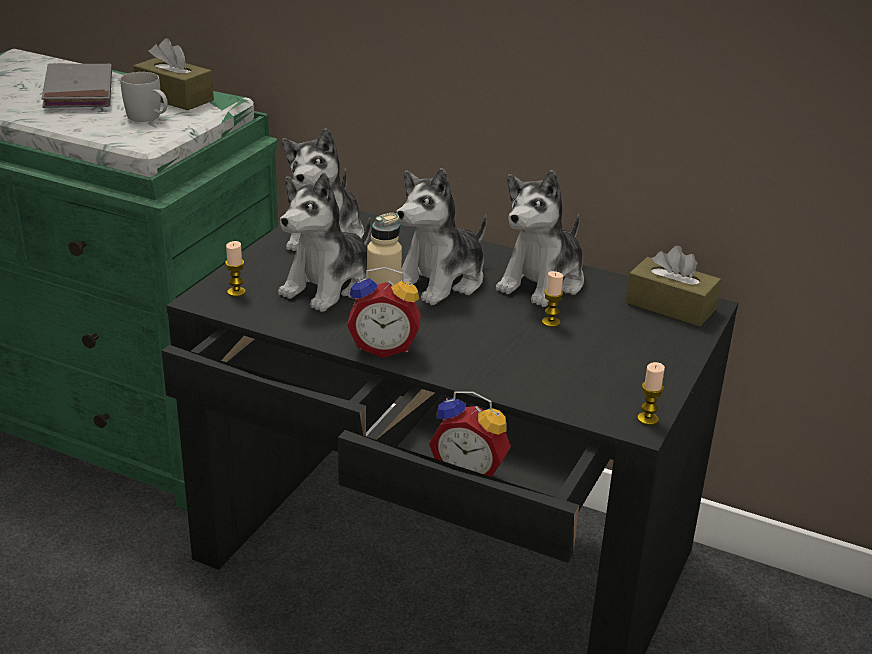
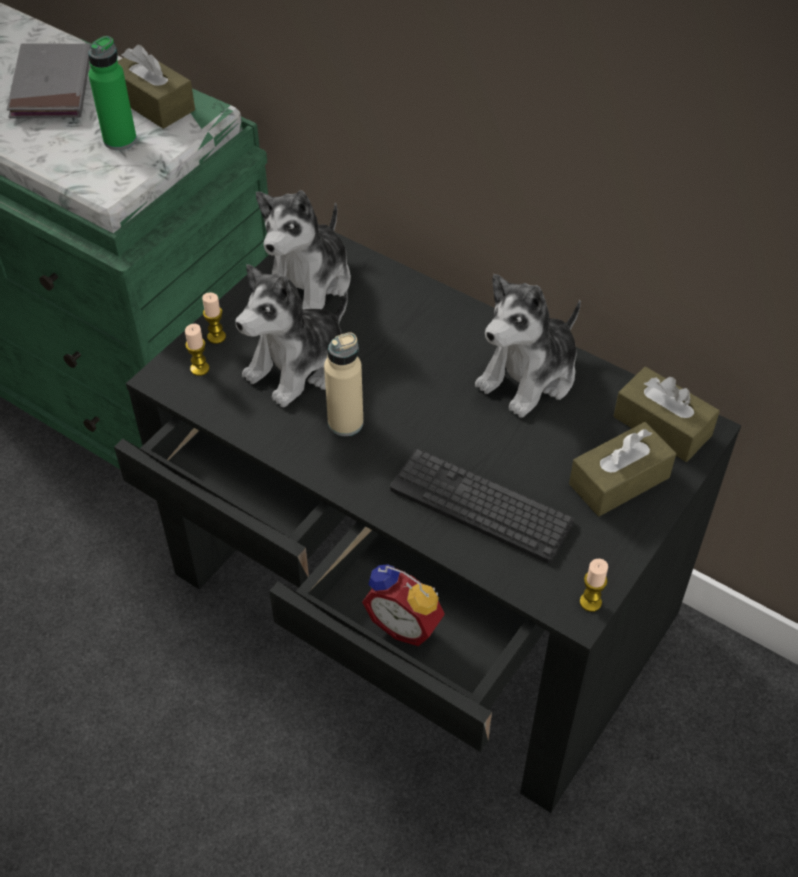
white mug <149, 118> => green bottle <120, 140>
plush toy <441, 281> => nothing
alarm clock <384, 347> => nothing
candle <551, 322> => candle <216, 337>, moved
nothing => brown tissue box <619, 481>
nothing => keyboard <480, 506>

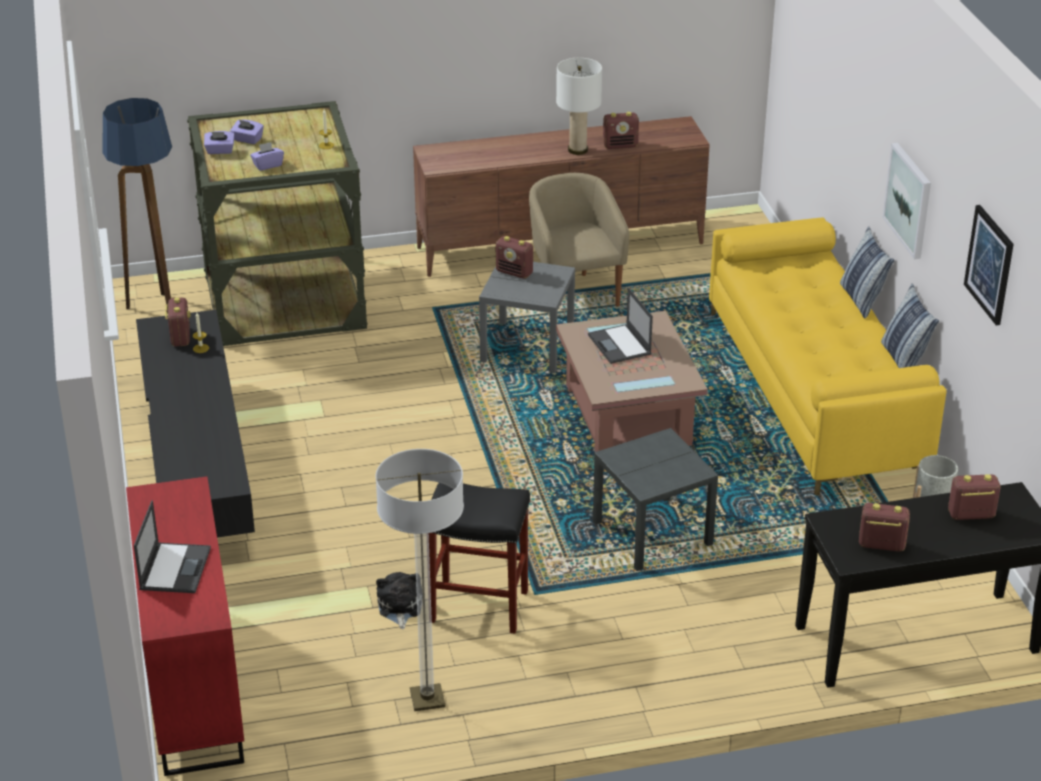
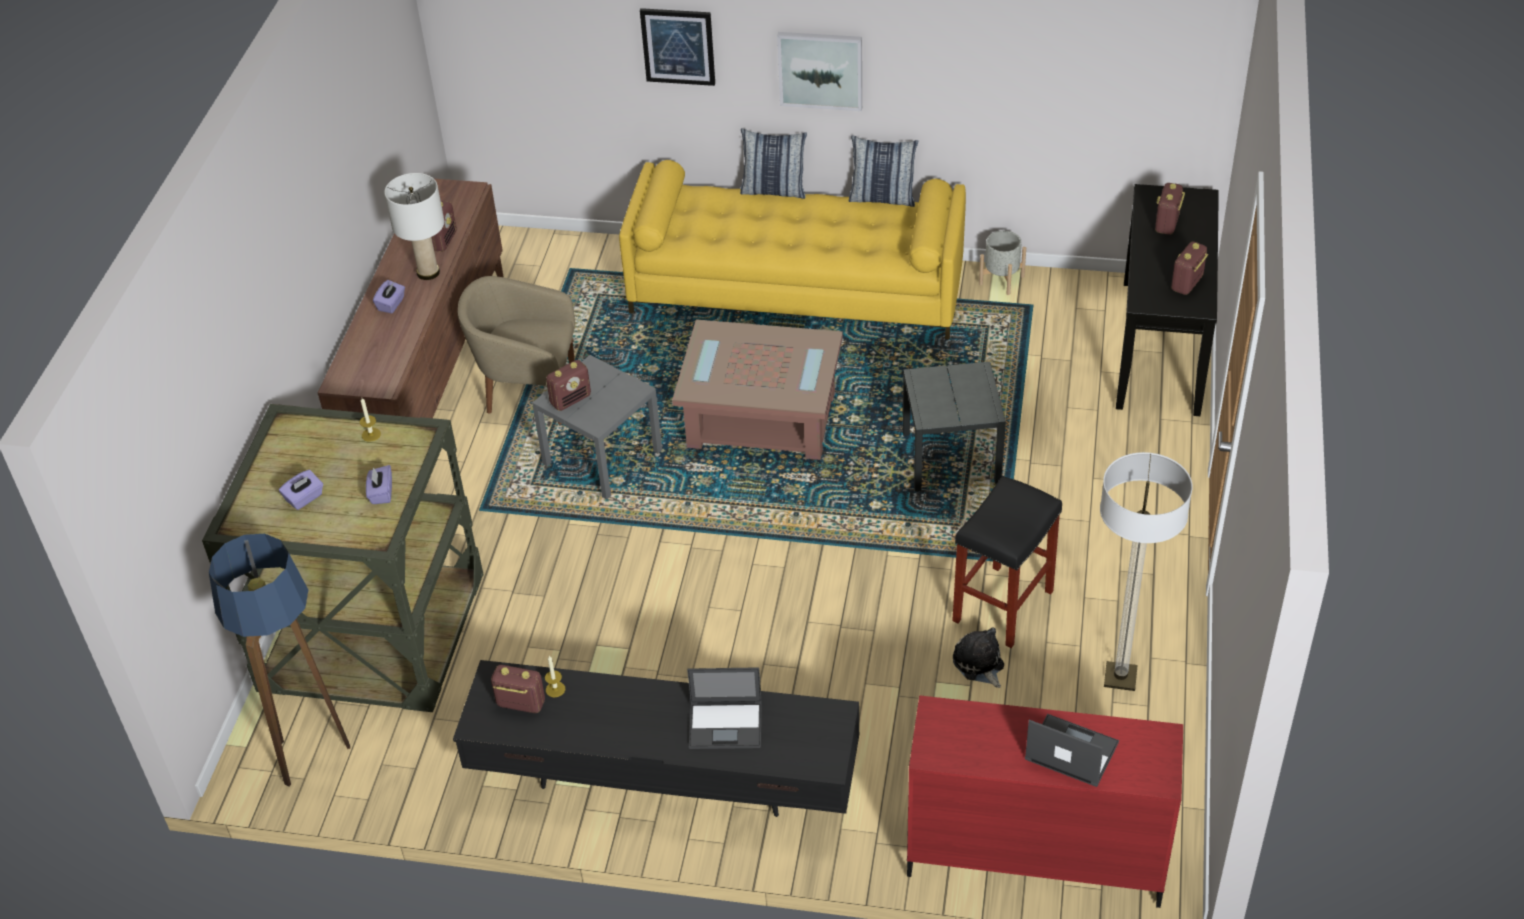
purple tissue box <220, 151> => purple tissue box <391, 304>, moved
picture <990, 264> => picture <678, 46>, moved
laptop <620, 345> => laptop <726, 725>, moved
plush toy <399, 607> => plush toy <979, 665>, 45 degrees clockwise

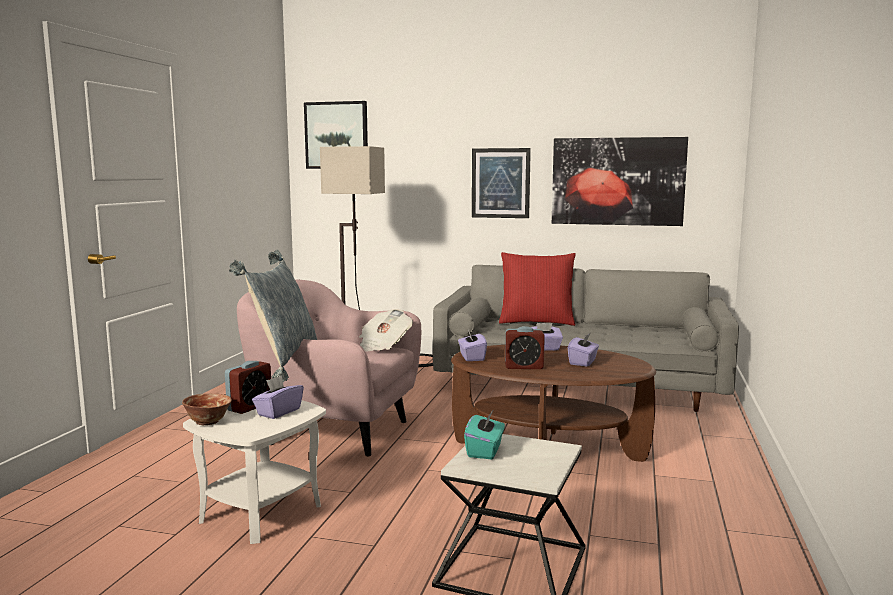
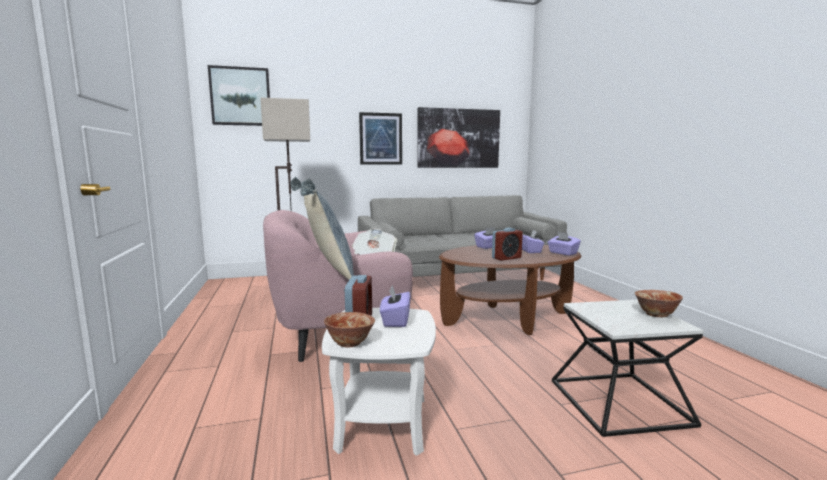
red pillow <536, 322> => nothing
purple tissue box <471, 357> => purple tissue box <562, 253>, moved
turquoise tissue box <485, 451> => nothing
nothing => bowl <656, 314>

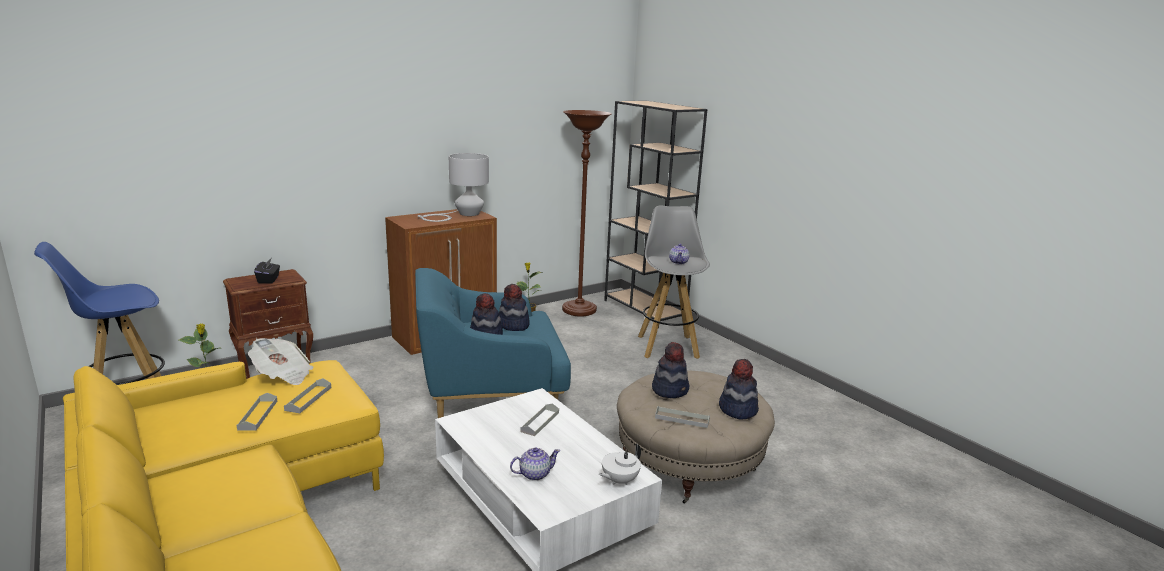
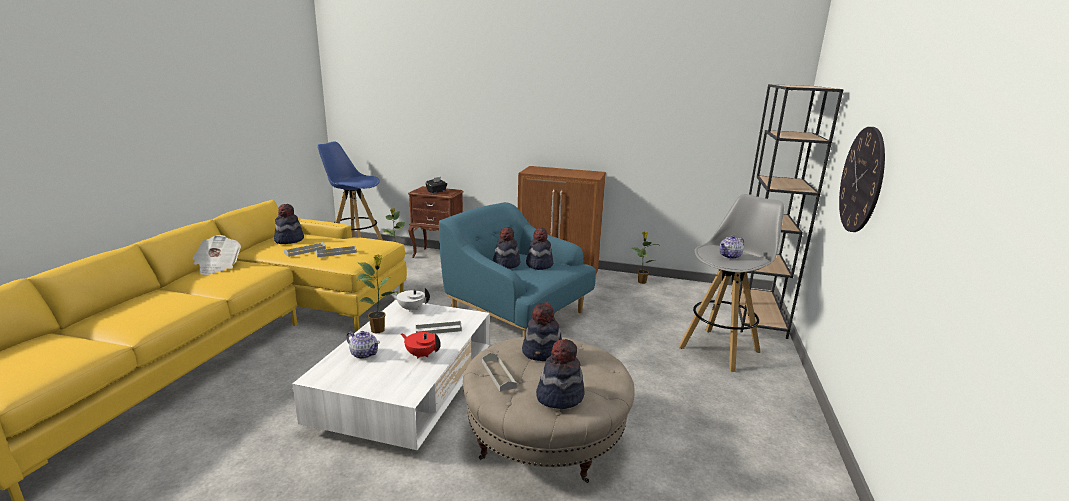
brown floor lamp <579, 310> => nothing
grey table lamp <456, 215> => nothing
newspaper <283, 375> => newspaper <217, 266>, moved
white teapot <619, 480> => white teapot <411, 308>, moved
nothing => wall clock <861, 180>
nothing => hat <289, 240>
nothing => potted plant <378, 330>
nothing => red teapot <421, 354>

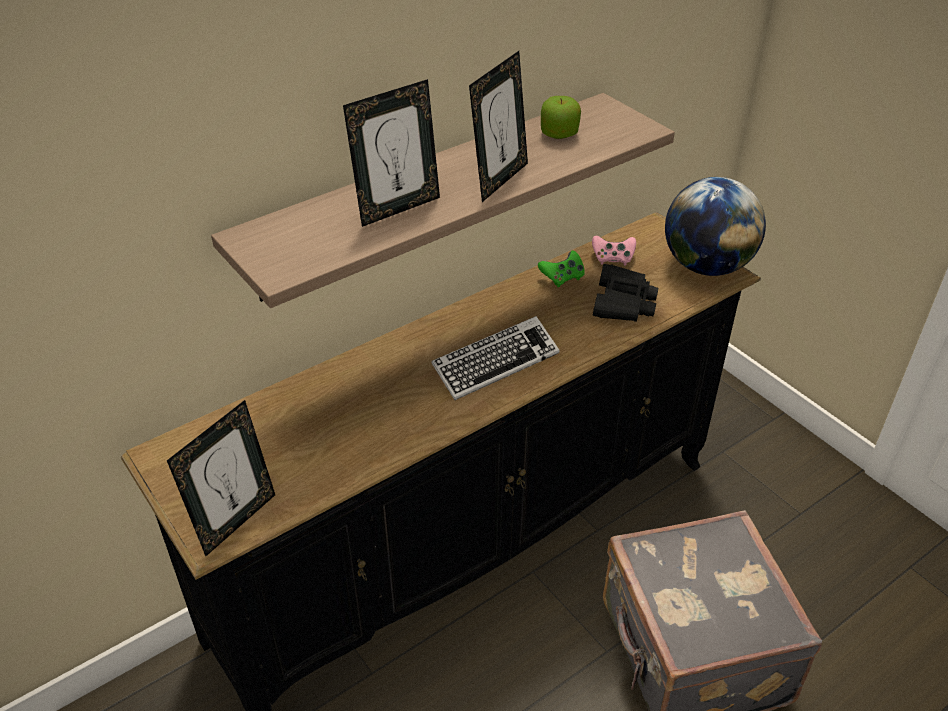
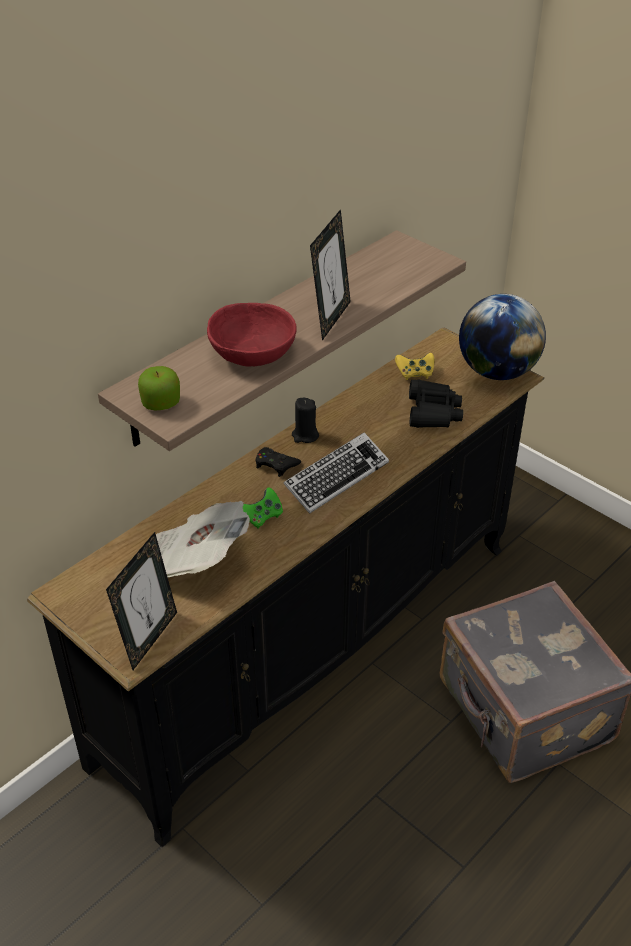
picture frame <397, 208> => red bowl <252, 353>
apple <559, 134> => apple <161, 403>, moved
pink game controller <612, 259> => yellow game controller <415, 374>
green game controller <562, 278> => green game controller <261, 517>, moved
nothing => black candle <305, 435>
nothing => black game controller <276, 464>
nothing => newspaper <197, 559>

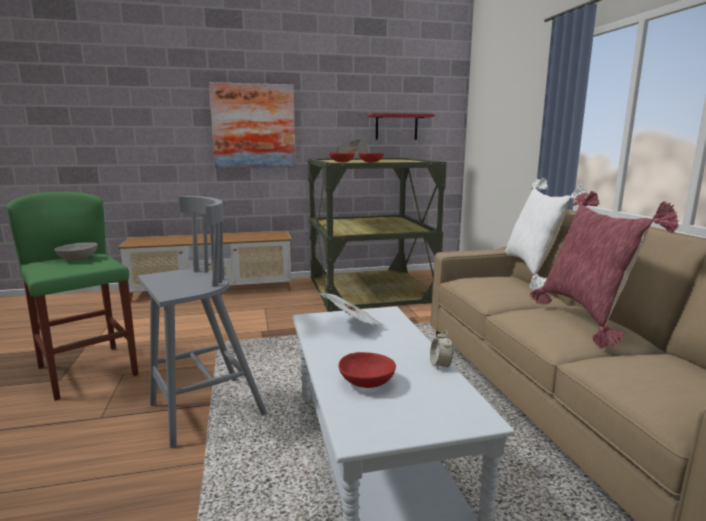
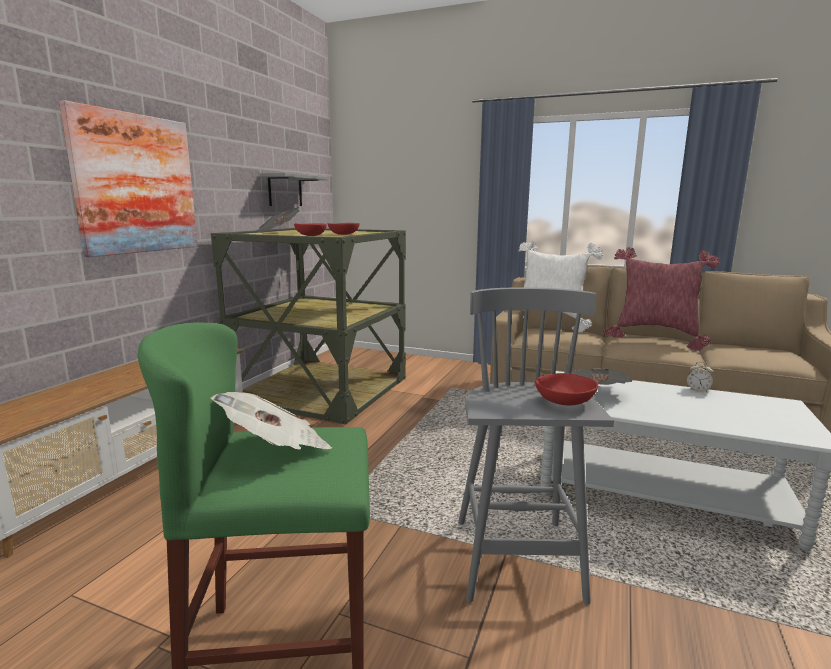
red shelf <396, 127> => grey shelf <285, 190>
grey bowl <78, 259> => newspaper <276, 448>
red bowl <366, 383> => red bowl <565, 402>, moved

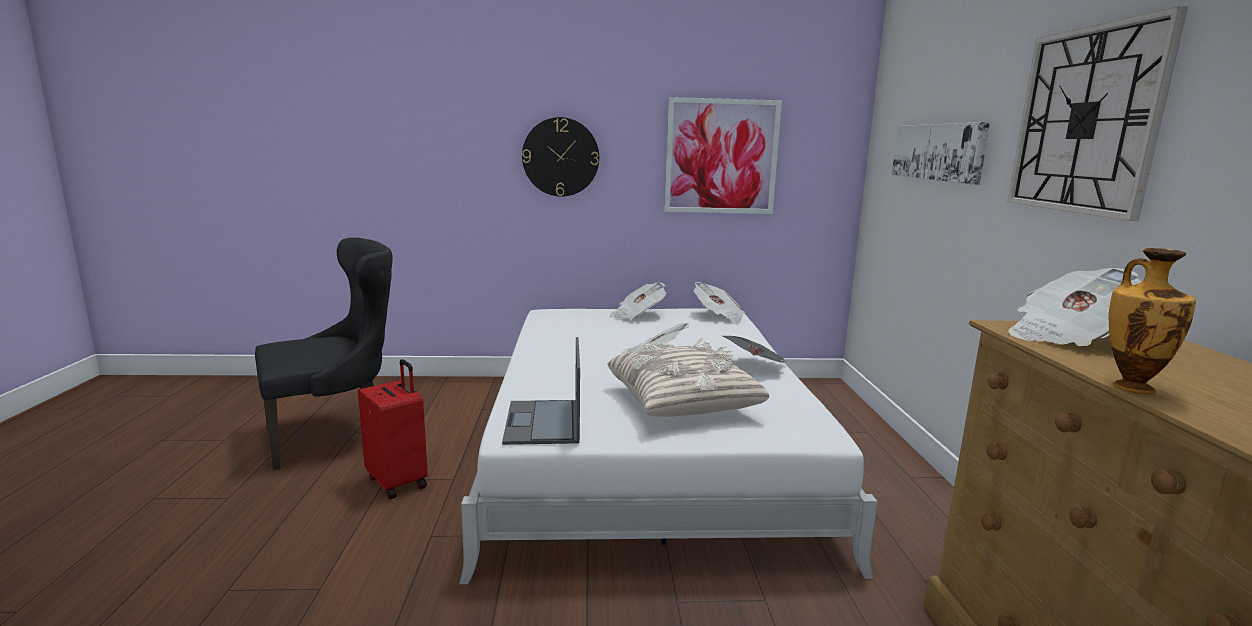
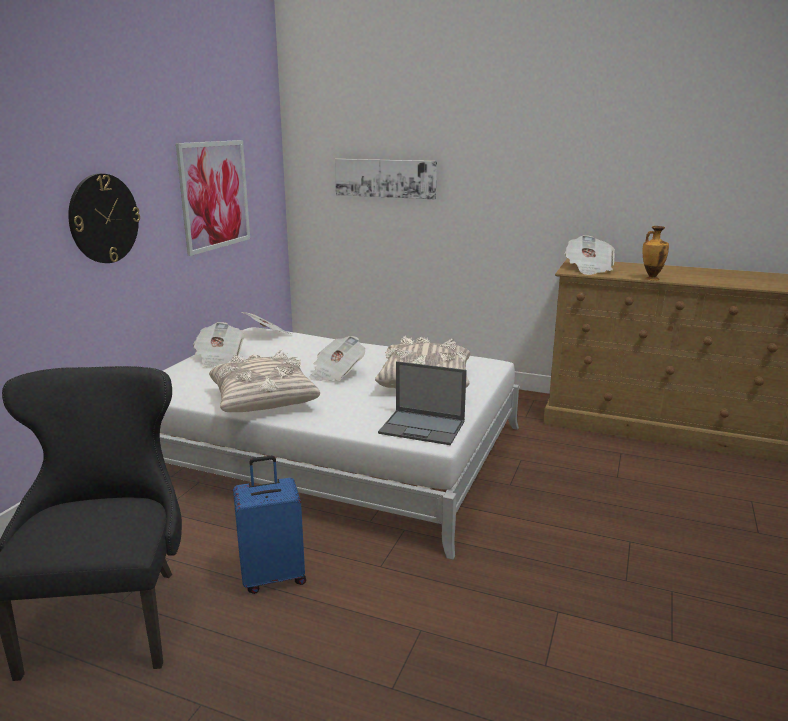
wall clock <1086, 120> => nothing
newspaper <755, 367> => nothing
red suitcase <398, 482> => blue suitcase <273, 576>
nothing => beige pillow <263, 402>

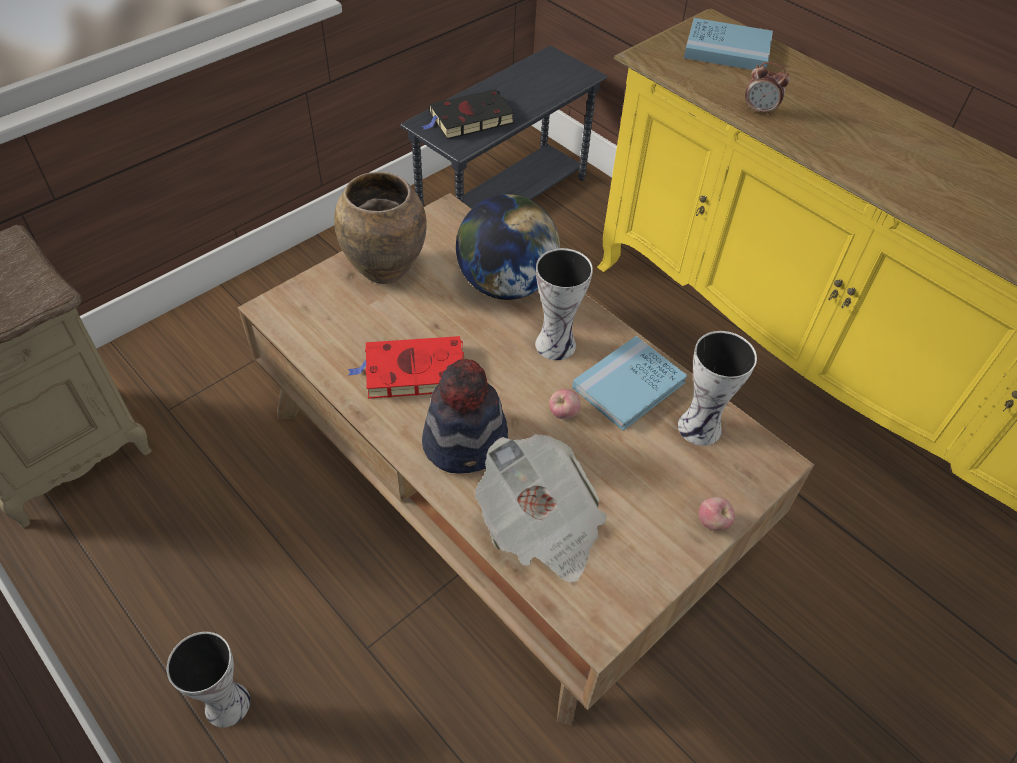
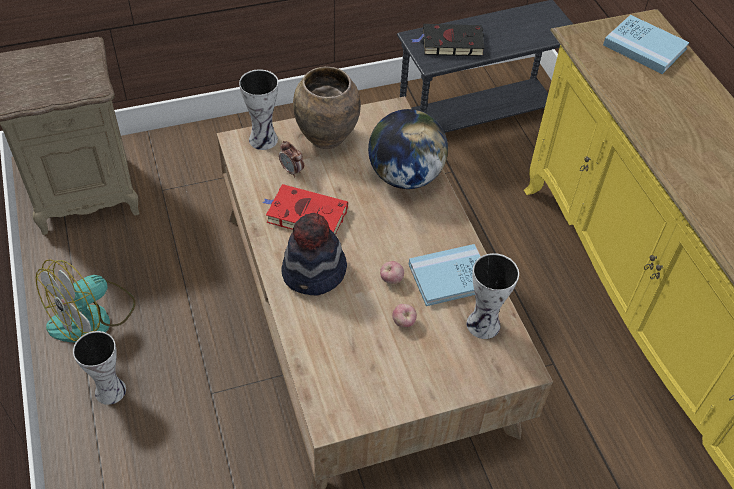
alarm clock <759, 110> => alarm clock <292, 171>, moved
vase <556, 343> => vase <264, 139>, moved
newspaper <541, 526> => nothing
apple <713, 522> => apple <403, 322>, moved
nothing => fan <92, 317>

